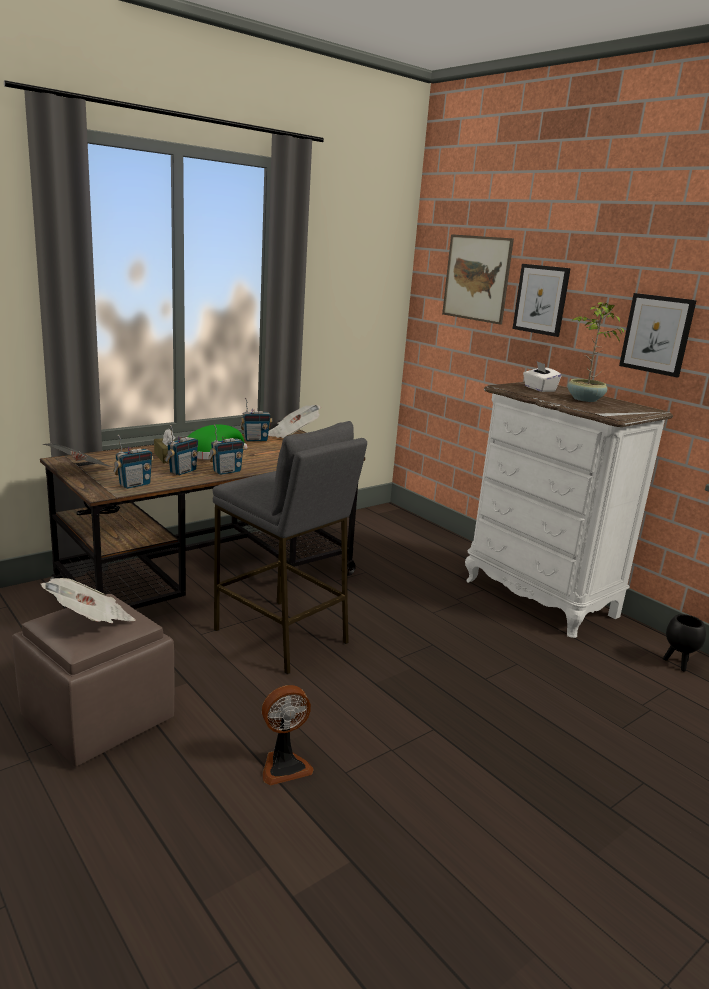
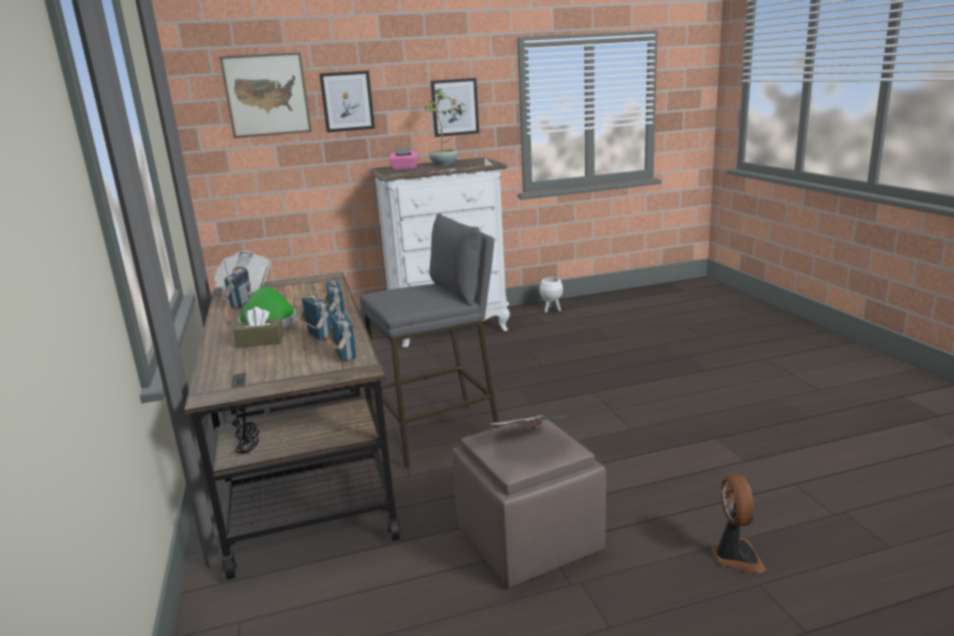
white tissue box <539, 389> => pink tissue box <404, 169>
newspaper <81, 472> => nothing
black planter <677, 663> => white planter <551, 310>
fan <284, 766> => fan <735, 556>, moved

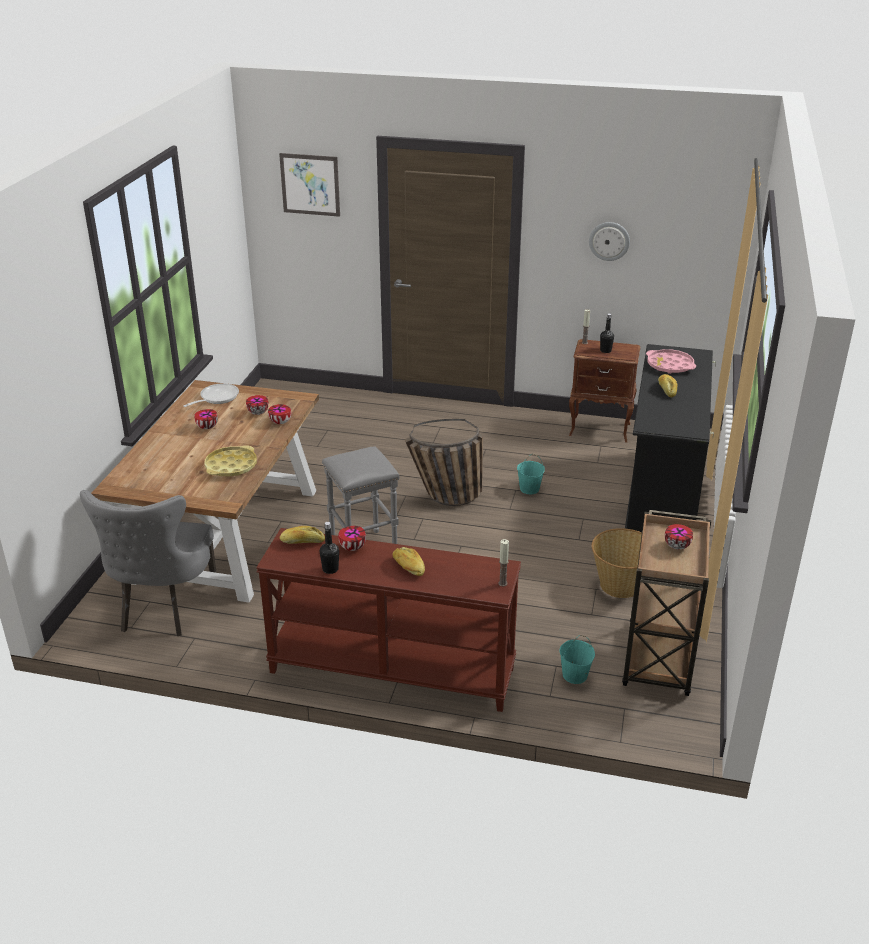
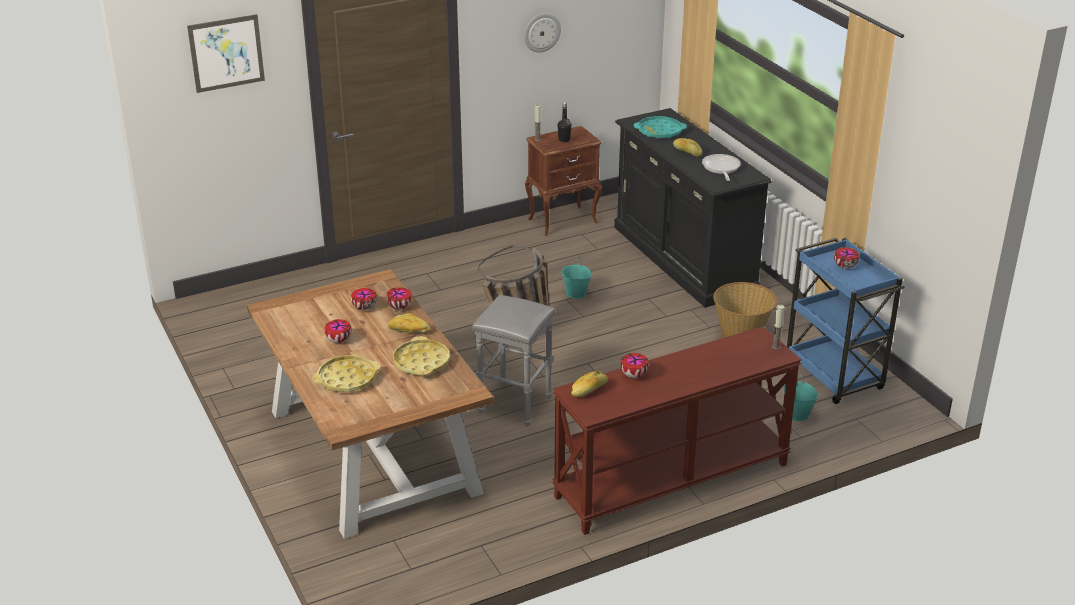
pink tray <670, 365> => turquoise tray <659, 131>
frying pan <216, 398> => frying pan <721, 169>, moved
grey chair <163, 608> => nothing
brown cart <658, 660> => blue cart <834, 375>
black bottle <330, 569> => nothing
bread <408, 567> => bread <409, 330>, moved
nothing => yellow tray <347, 379>

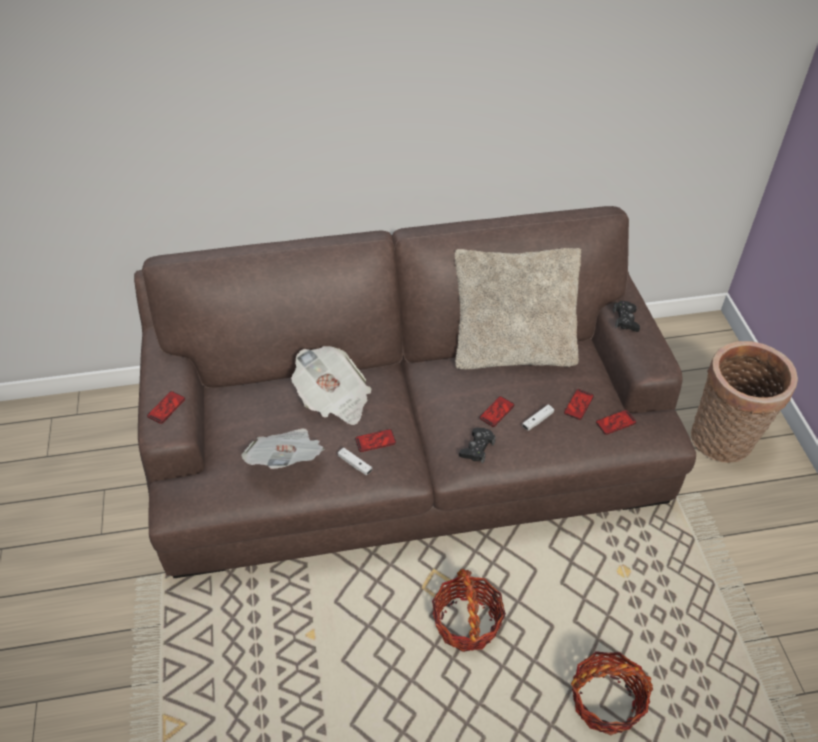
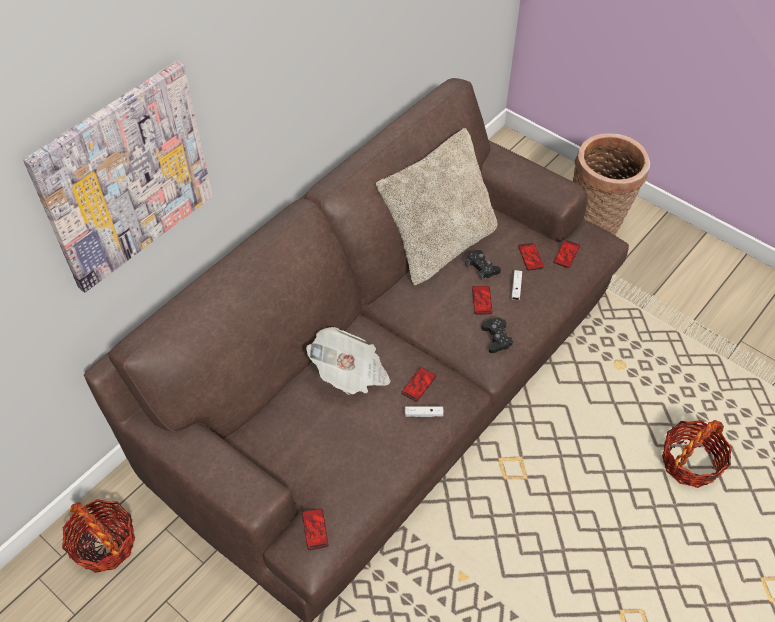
black game controller <625, 320> => black game controller <482, 268>, moved
phone <166, 408> => phone <315, 529>, moved
newspaper <287, 461> => nothing
basket <466, 623> => basket <104, 544>, moved
nothing => picture <125, 177>

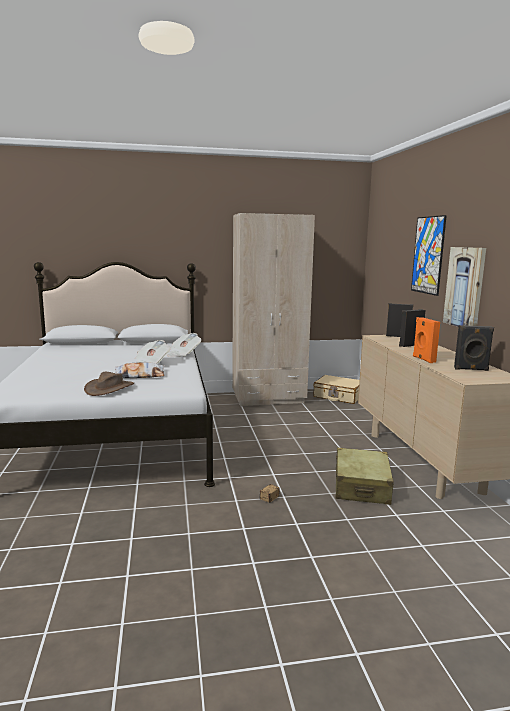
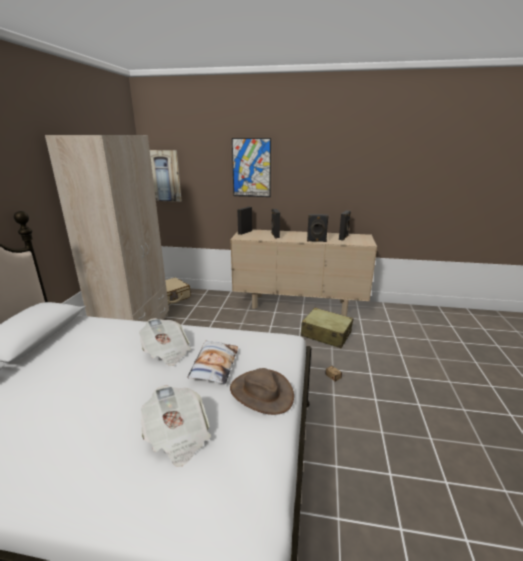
picture <465, 287> => picture <164, 176>, moved
orange speaker <423, 359> => black speaker <316, 241>
newspaper <183, 354> => newspaper <177, 437>, moved

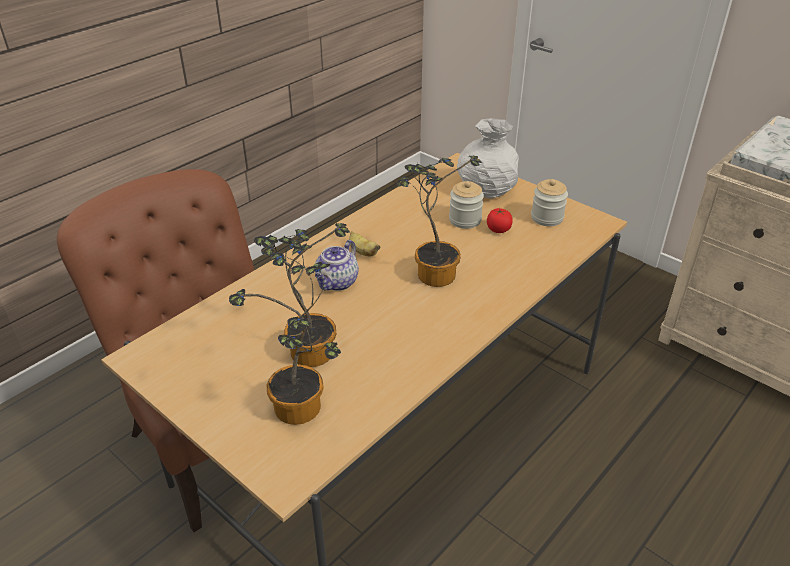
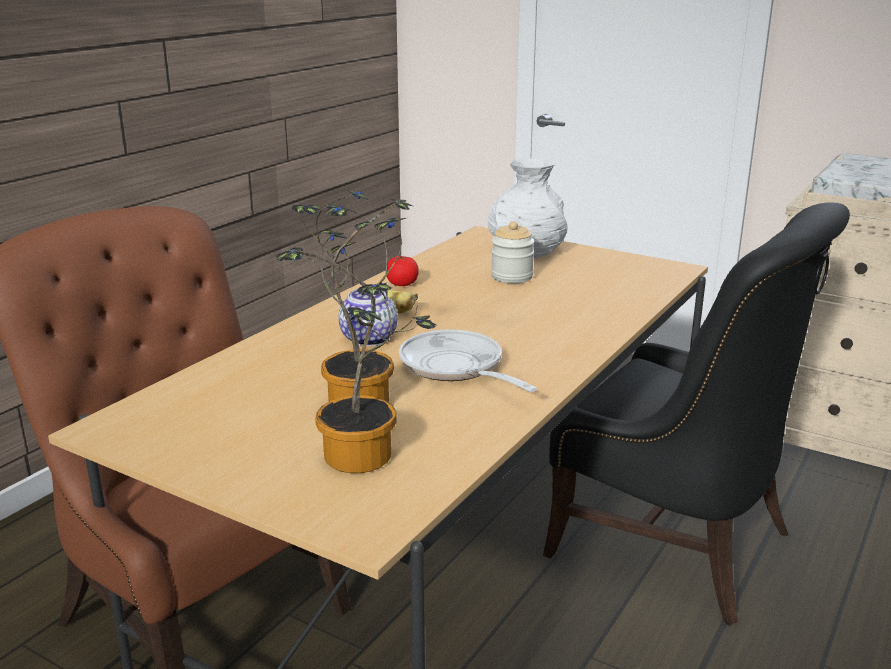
potted plant <432, 272> => nothing
jar <547, 218> => nothing
tomato <498, 229> => tomato <402, 284>, moved
nothing => black chair <674, 543>
nothing => frying pan <456, 368>

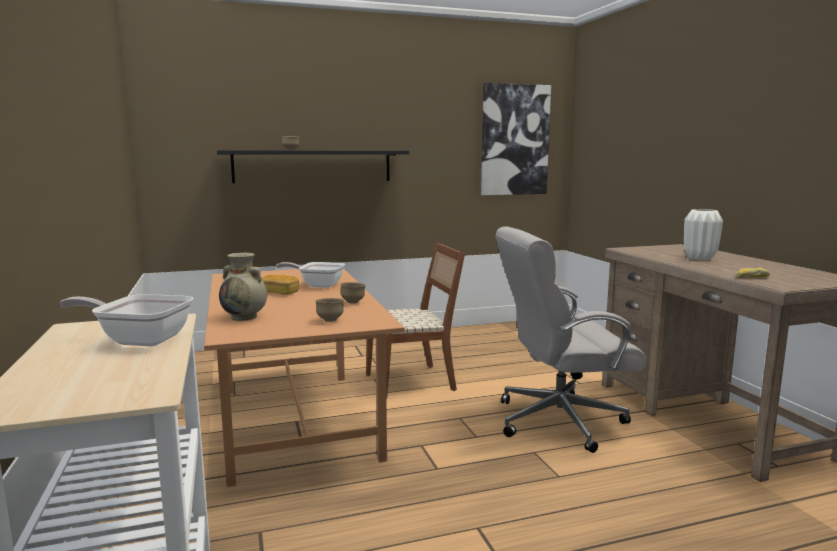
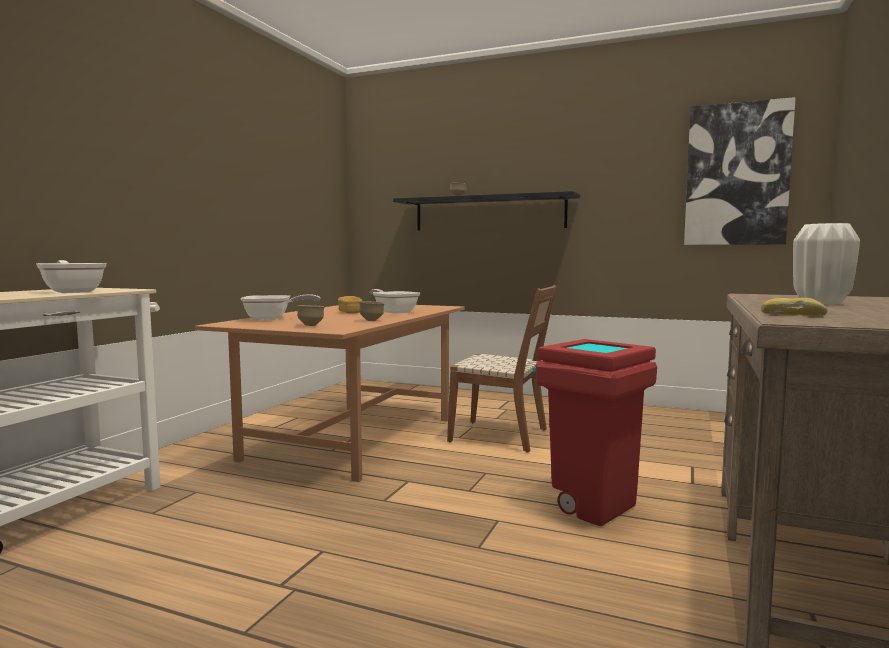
grey office chair <560, 420> => red trash can <587, 506>
beige vase <245, 317> => frying pan <272, 318>

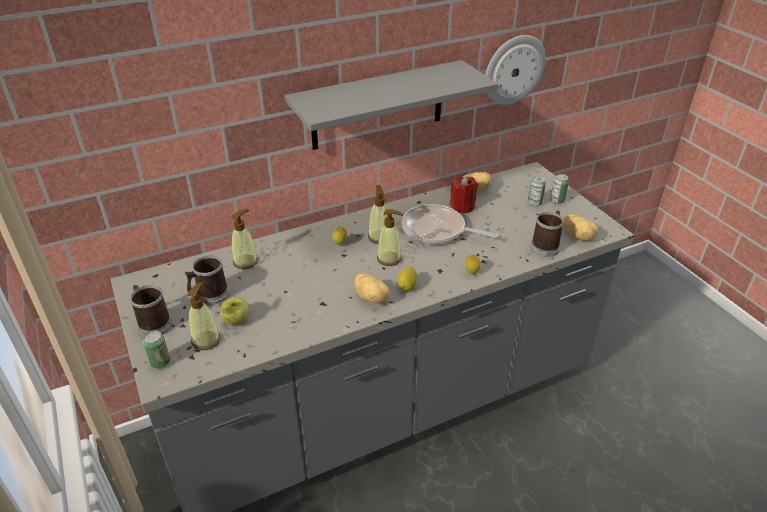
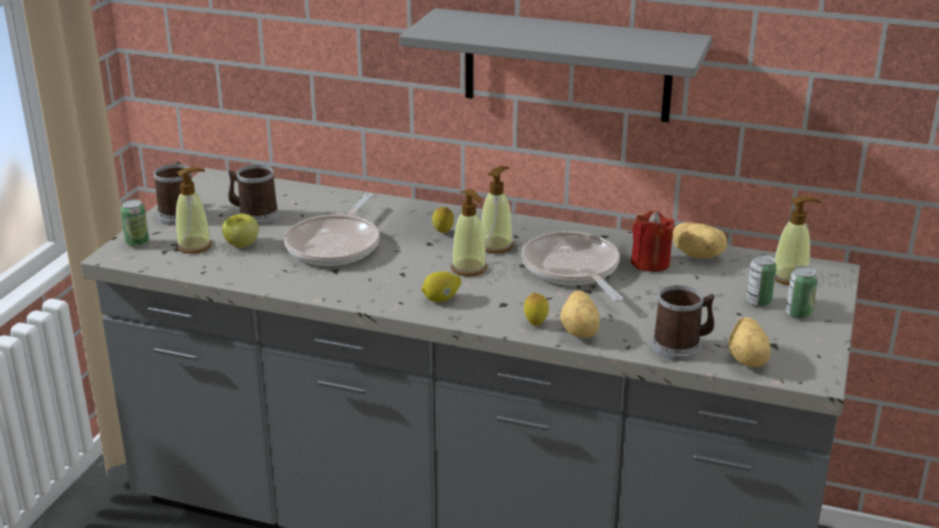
wall clock <513, 69> => nothing
soap dispenser <245, 261> => soap dispenser <790, 277>, moved
potato <372, 298> => potato <580, 331>, moved
nothing => frying pan <336, 245>

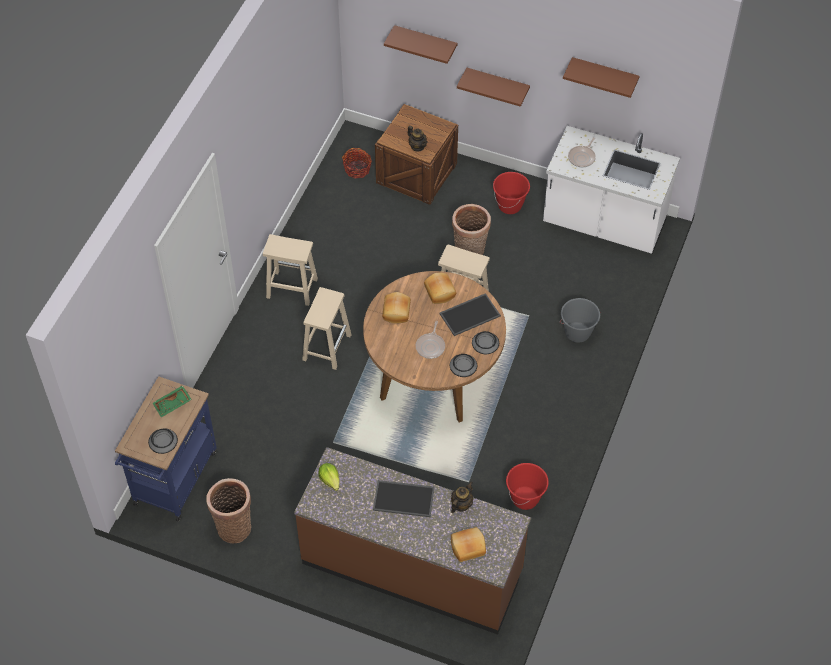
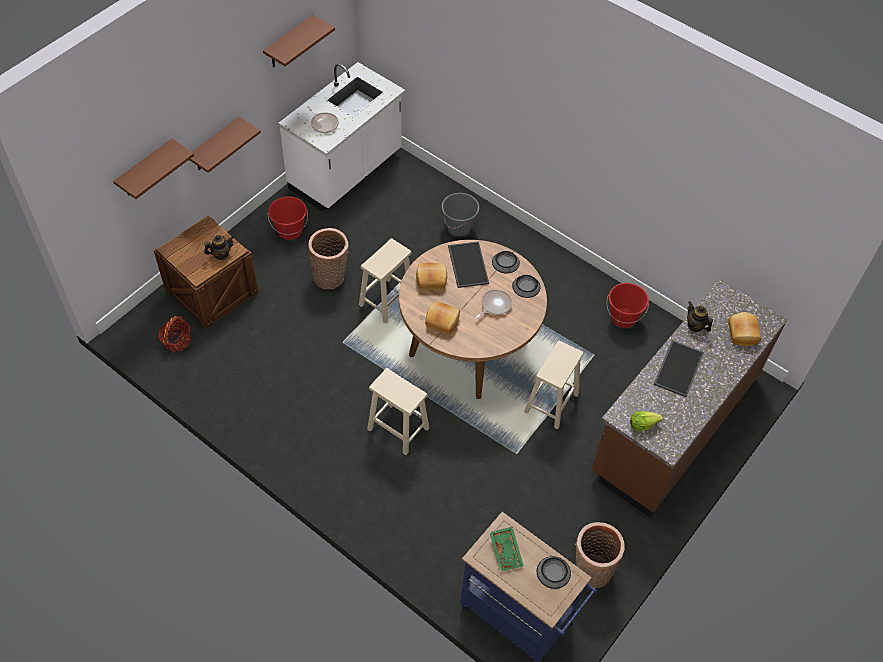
beige stool <291, 288> => beige stool <551, 404>, moved
frying pan <431, 346> => frying pan <494, 305>, 75 degrees counterclockwise

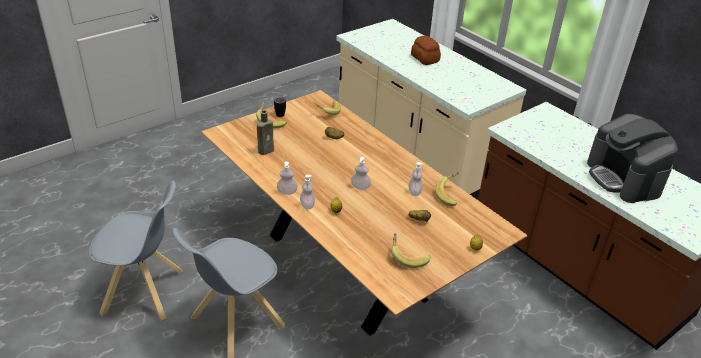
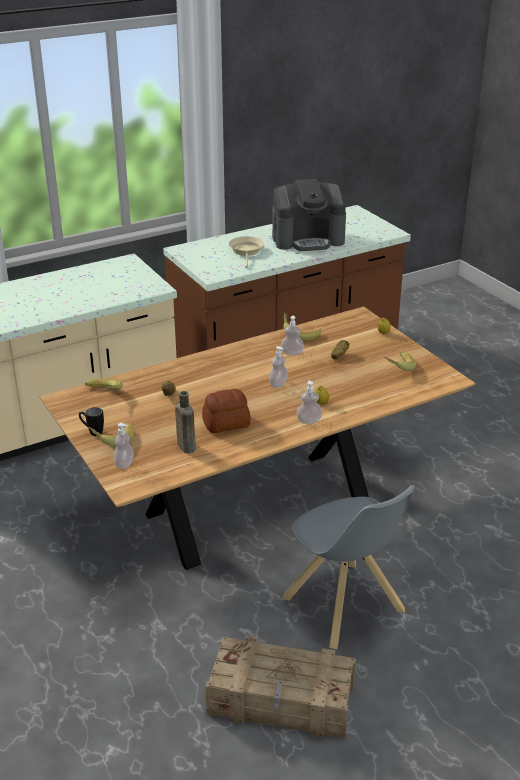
bread <424, 59> => bread <227, 423>, moved
soap dispenser <287, 192> => soap dispenser <124, 464>, moved
grey chair <146, 292> => crate <282, 701>
nothing => beige frying pan <246, 252>

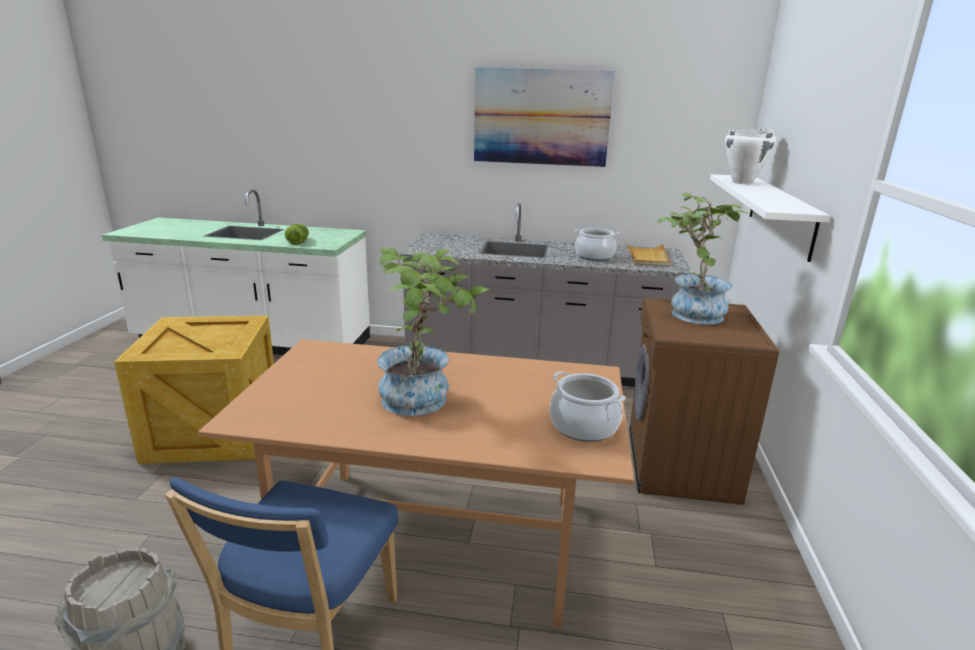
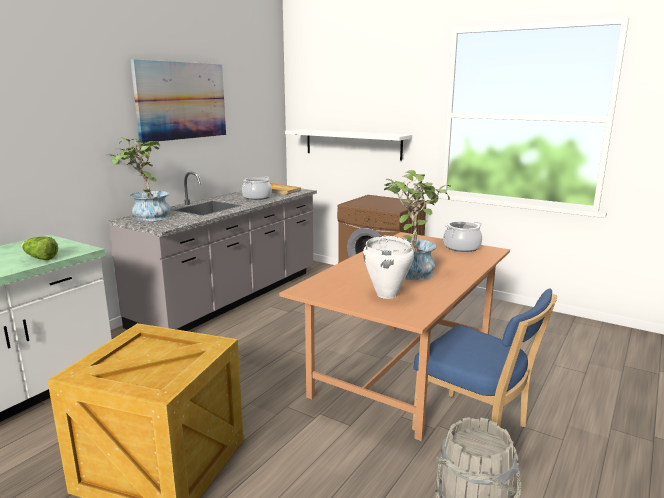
white cooking pot <742, 183> => white cooking pot <387, 294>, moved
potted plant <689, 312> => potted plant <145, 217>, moved

